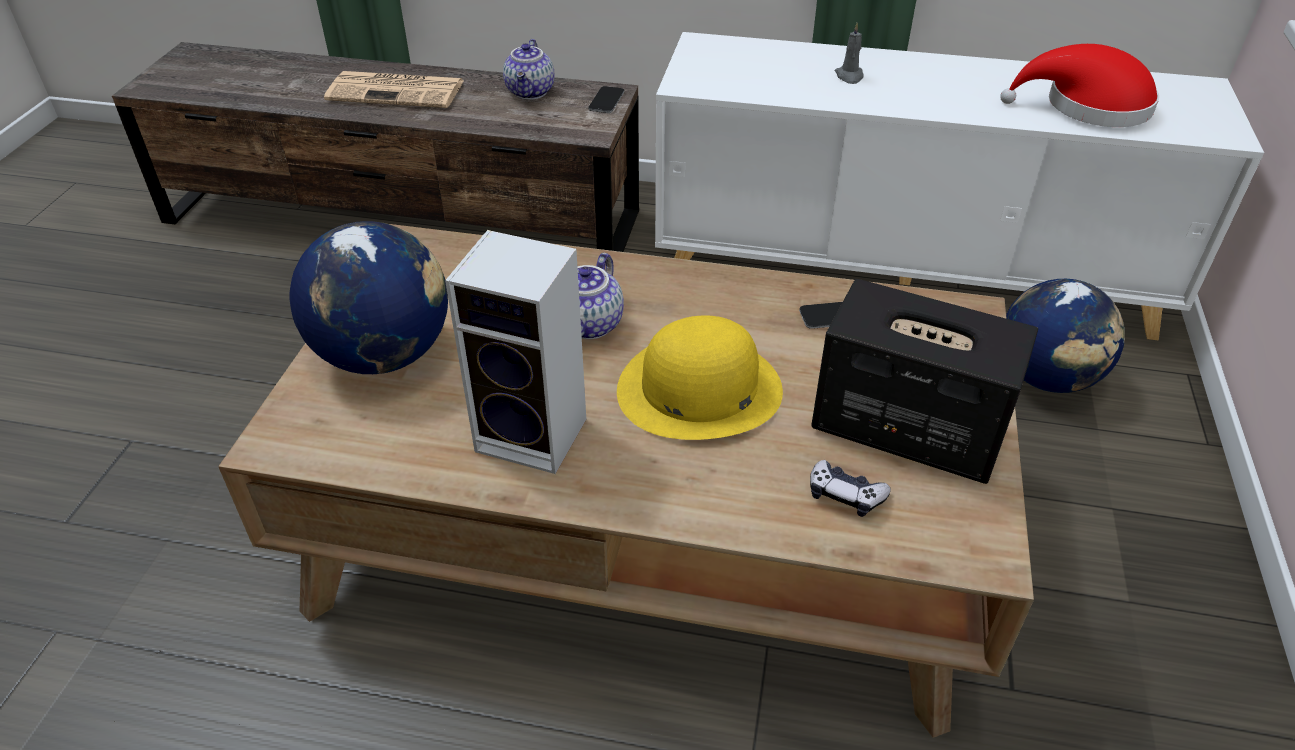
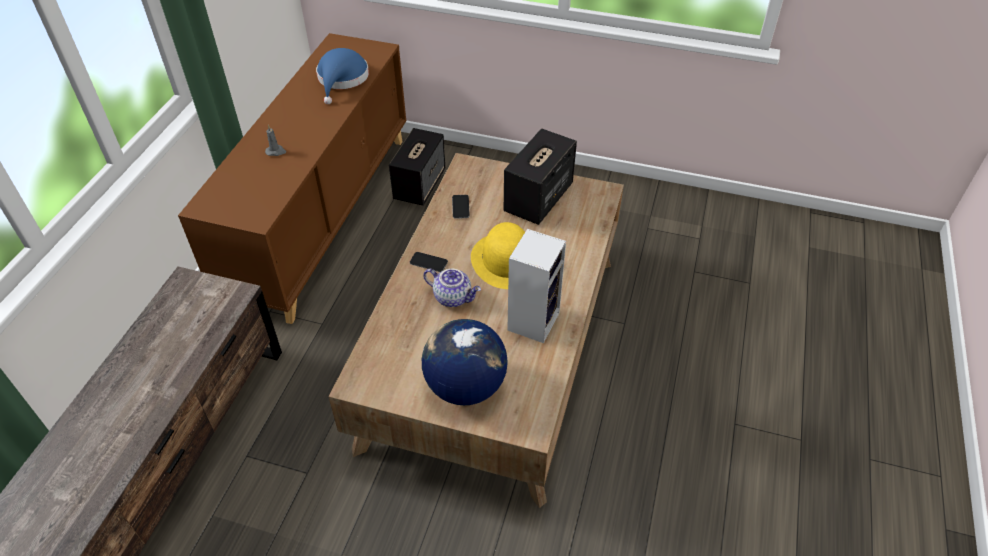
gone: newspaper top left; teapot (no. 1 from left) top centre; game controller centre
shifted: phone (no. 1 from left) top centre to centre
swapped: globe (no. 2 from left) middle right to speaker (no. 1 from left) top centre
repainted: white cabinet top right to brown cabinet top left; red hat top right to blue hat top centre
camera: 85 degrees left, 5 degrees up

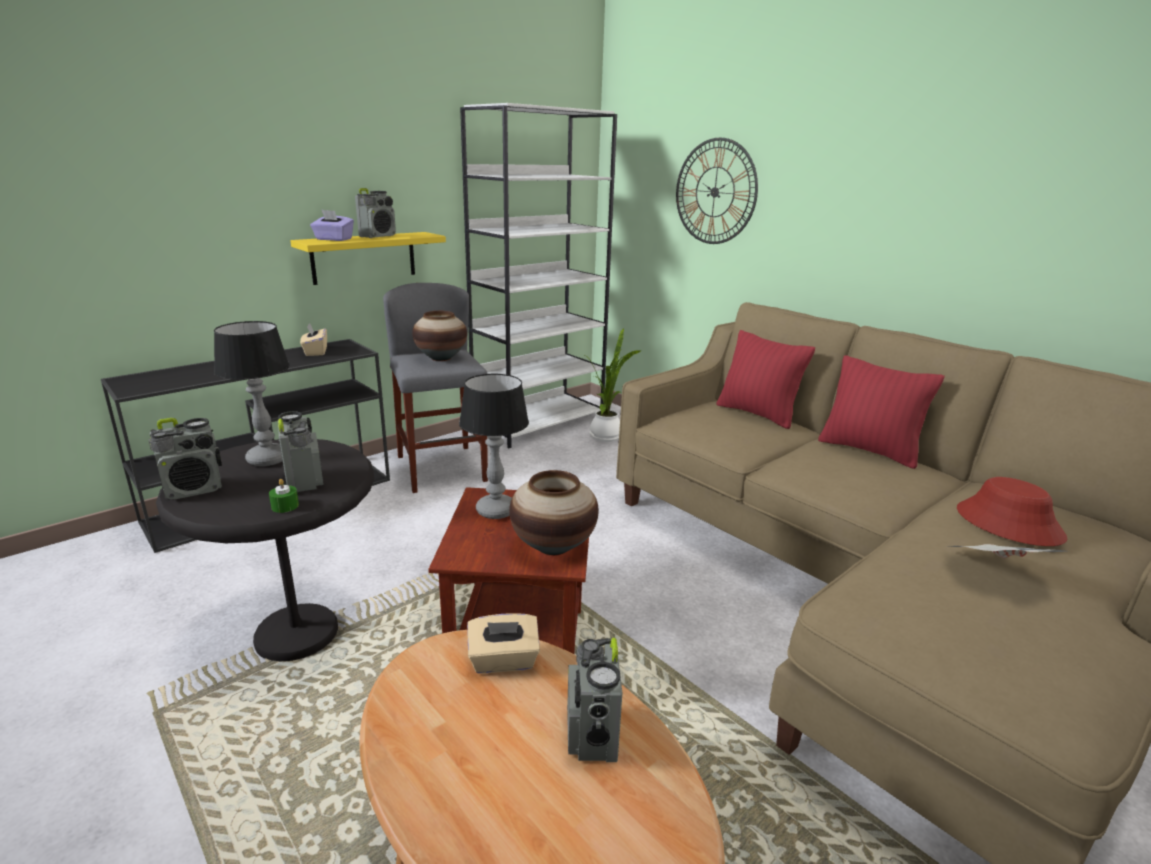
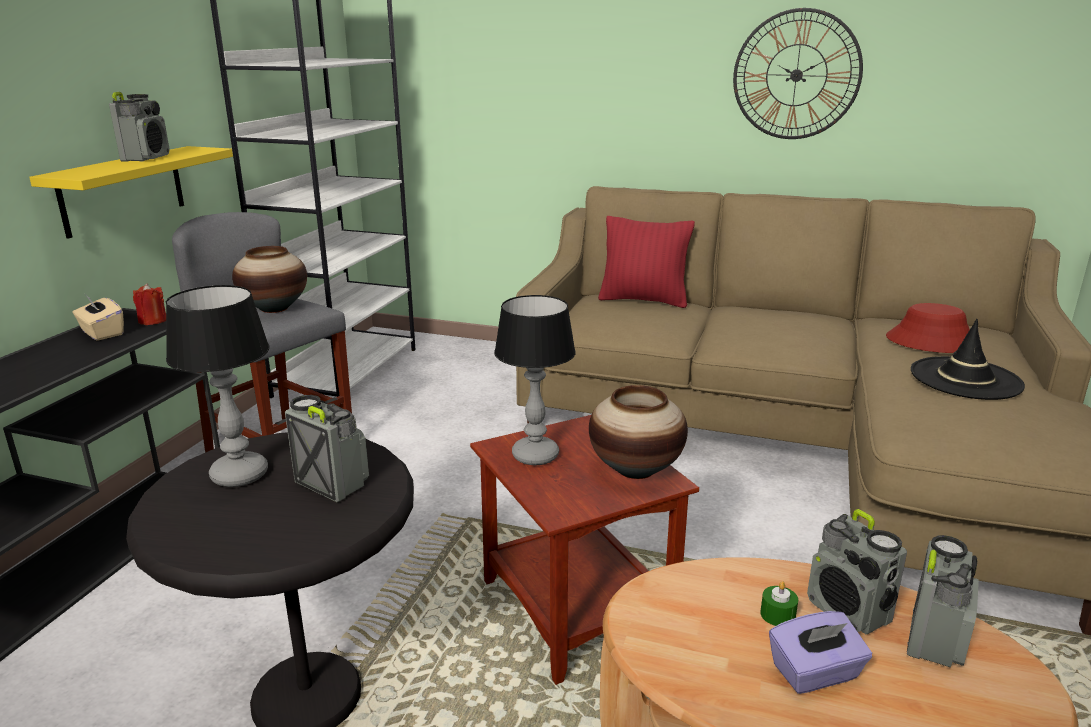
gone: beige tissue box (no. 2 from left) bottom centre; potted plant centre; red pillow (no. 2 from left) middle right
new: red candle middle left
shifted: wall clock top centre to top right; green candle middle left to bottom right; purple tissue box top left to bottom right; radio (no. 1 from left in the first image) middle left to radio (no. 4 from left) bottom right
swapped: newspaper middle right to black hat middle right
camera: 30 degrees left, 0 degrees up

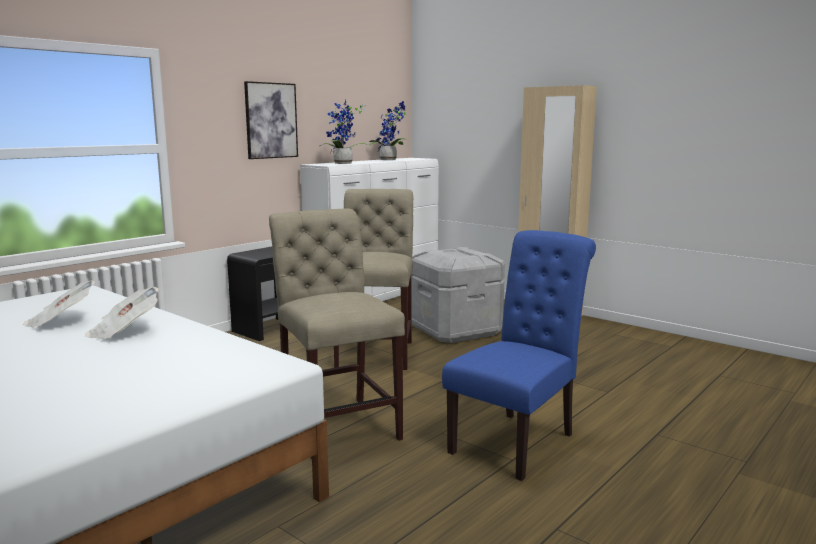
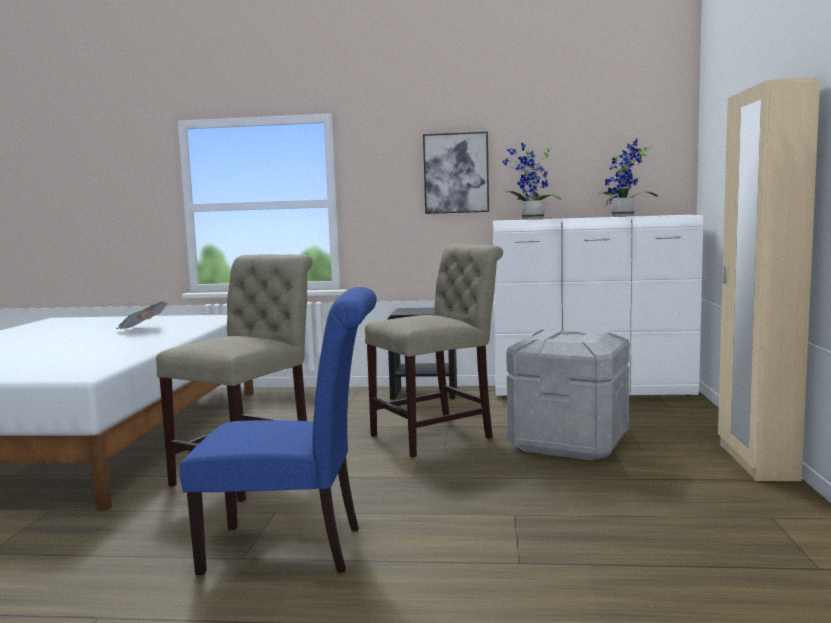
gone: newspaper (no. 2 from left) middle left
camera: 55 degrees right, 5 degrees down

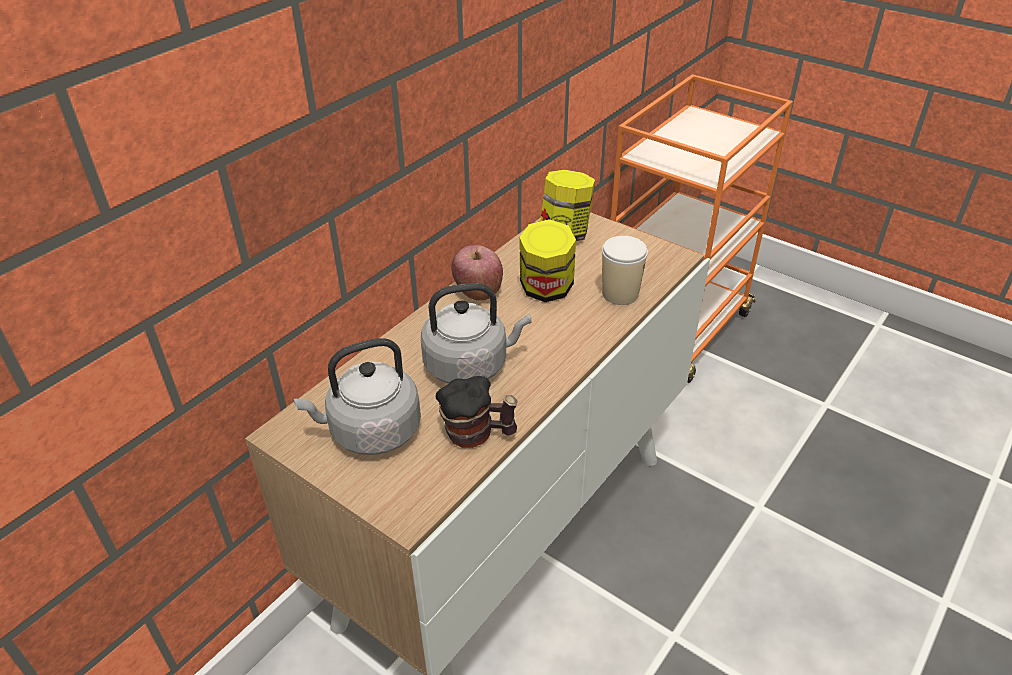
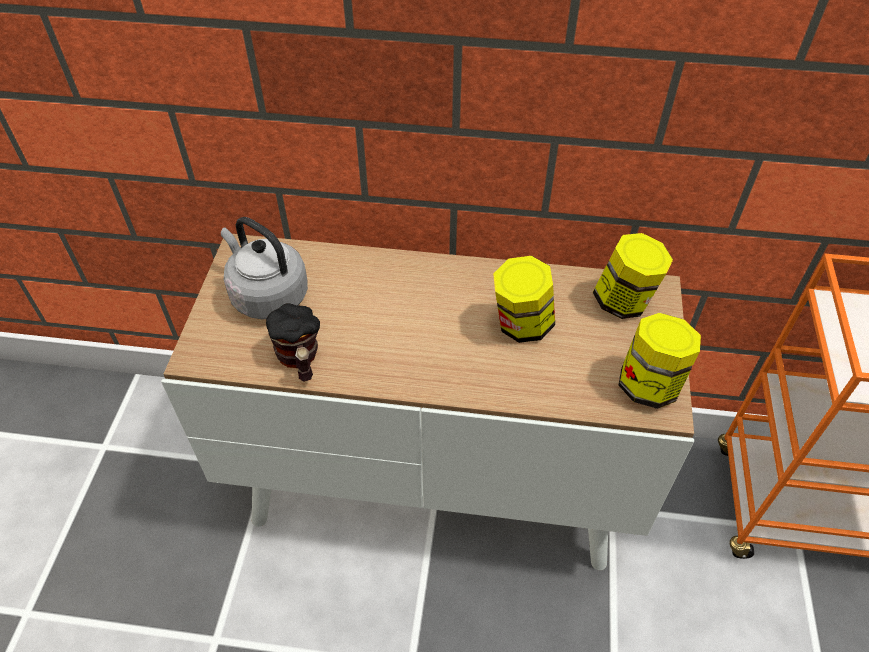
gone: grey kettle (no. 2 from left) centre; apple centre; cup centre
new: jar (no. 3 from left) middle right
camera: 60 degrees right, 10 degrees up

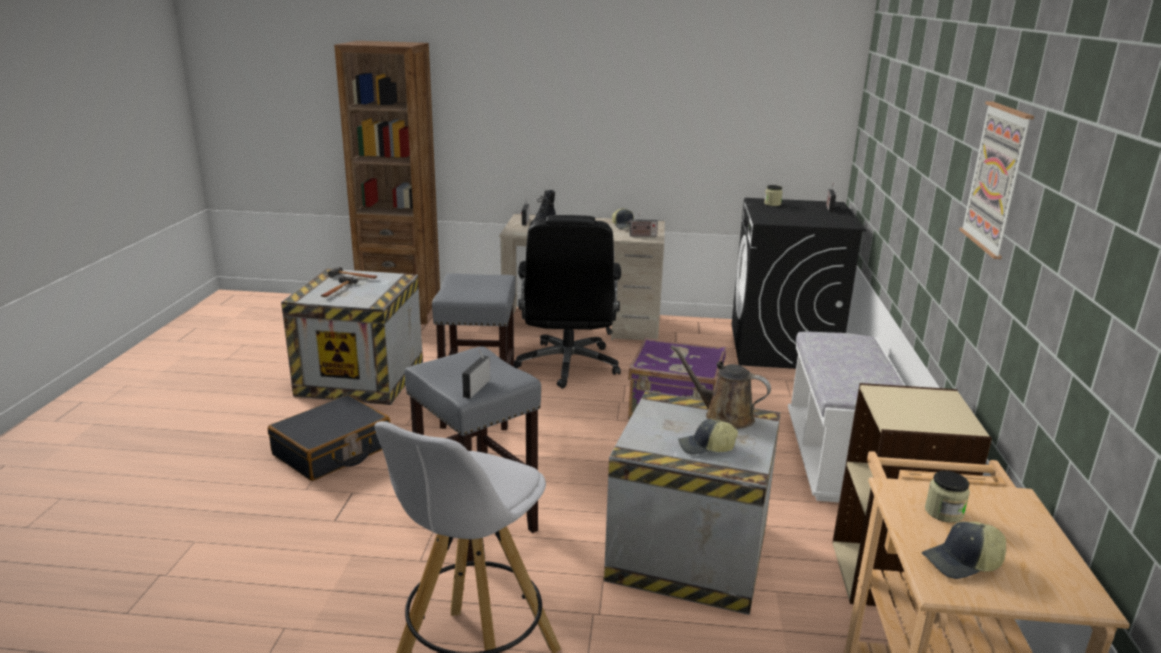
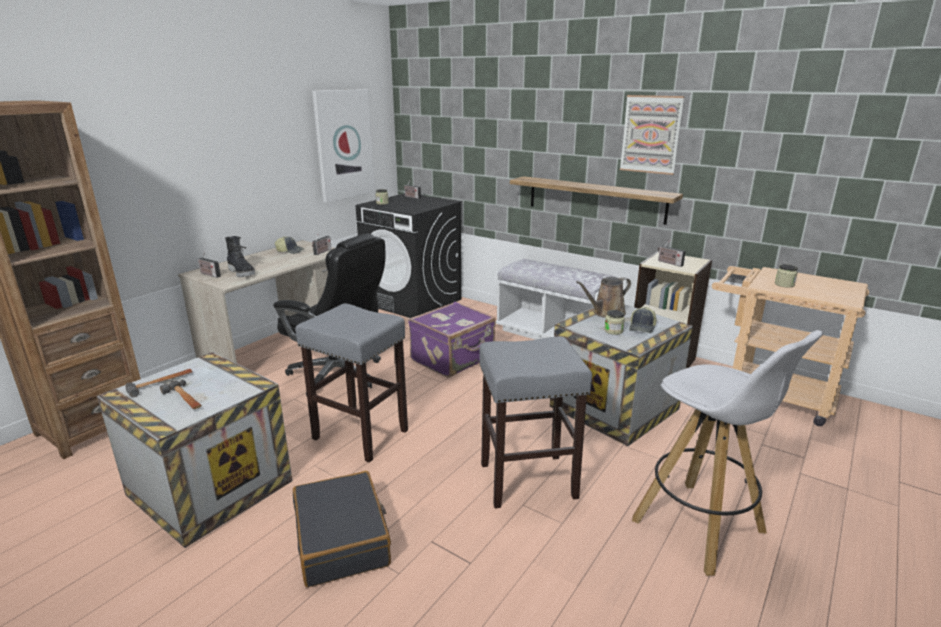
gone: cap (no. 3 from left) bottom right
new: picture (no. 1 from left) top centre; shelf top centre; jar (no. 2 from left) centre
shifted: radio (no. 1 from left in the first image) centre to radio (no. 4 from left) middle right
camera: 60 degrees left, 0 degrees up

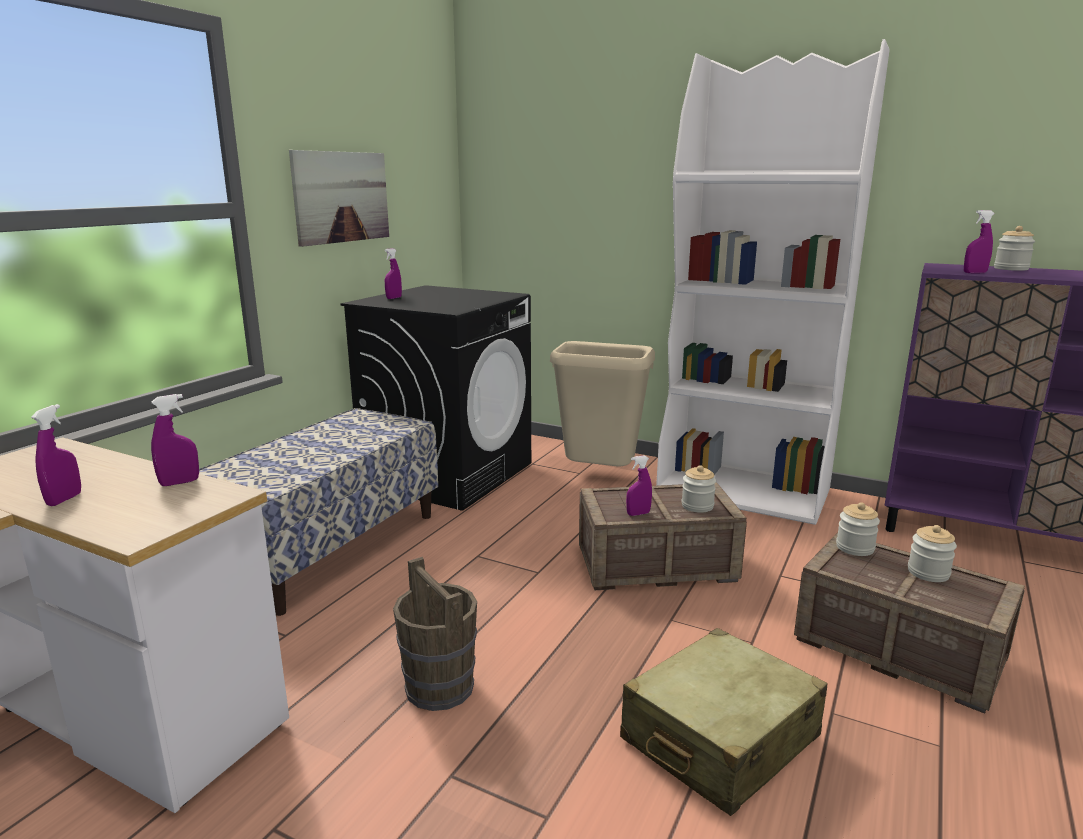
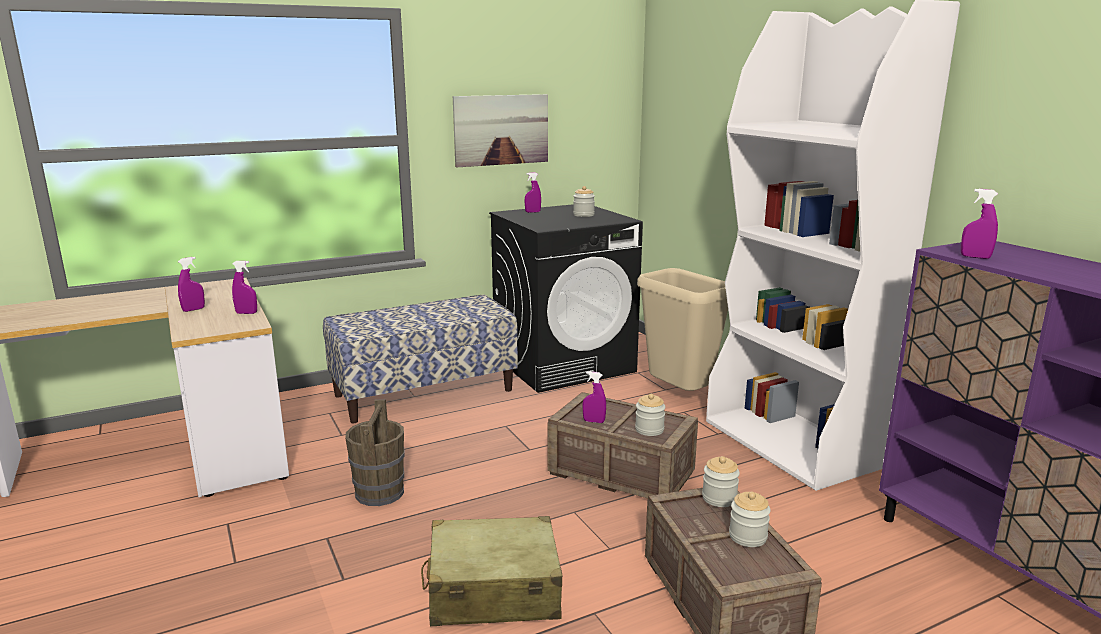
shifted: jar (no. 4 from left in the first image) top right to jar (no. 1 from left) top centre
camera: 35 degrees right, 0 degrees up

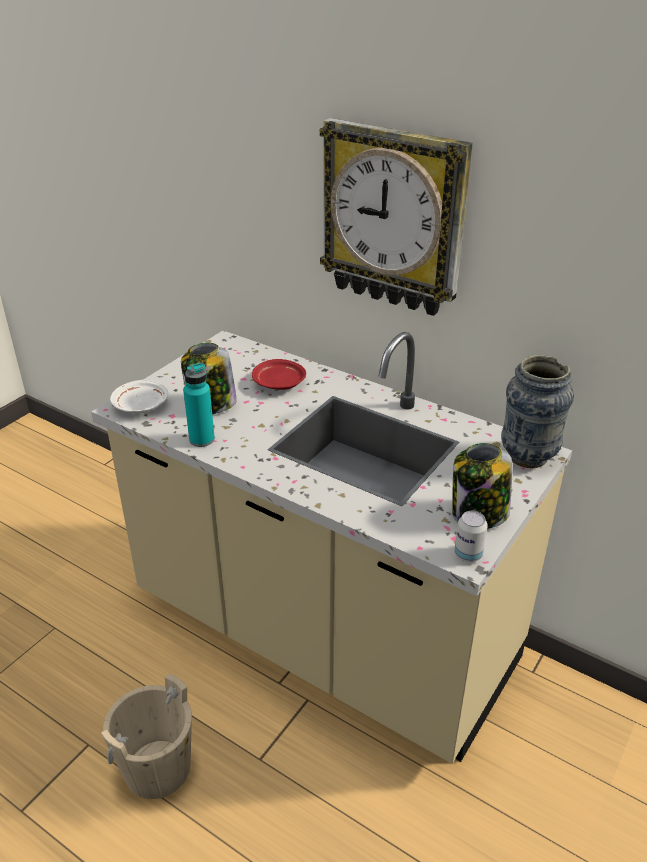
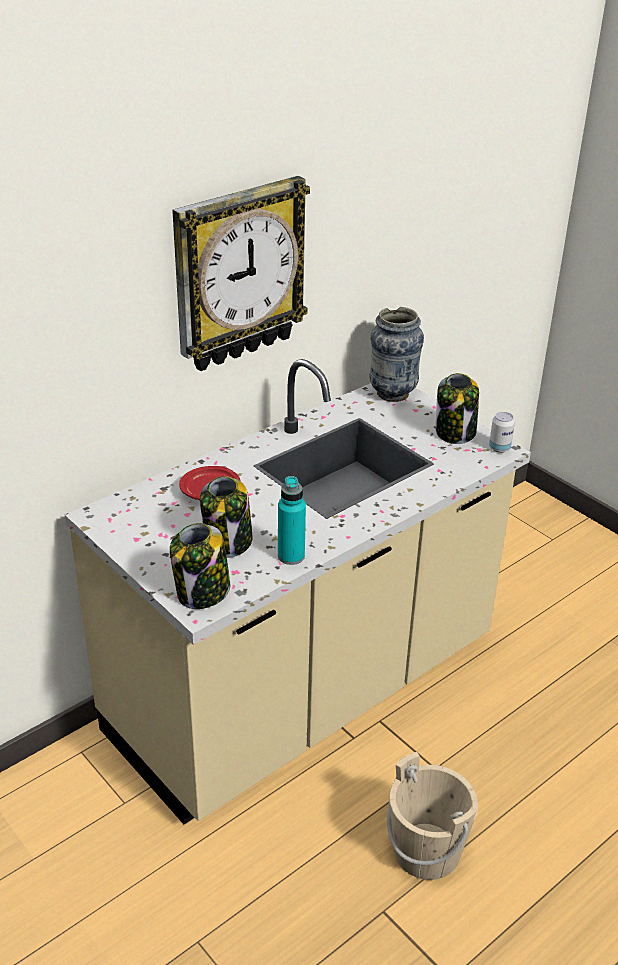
swapped: white plate middle left to jar (no. 1 from left) middle left
camera: 75 degrees left, 0 degrees up

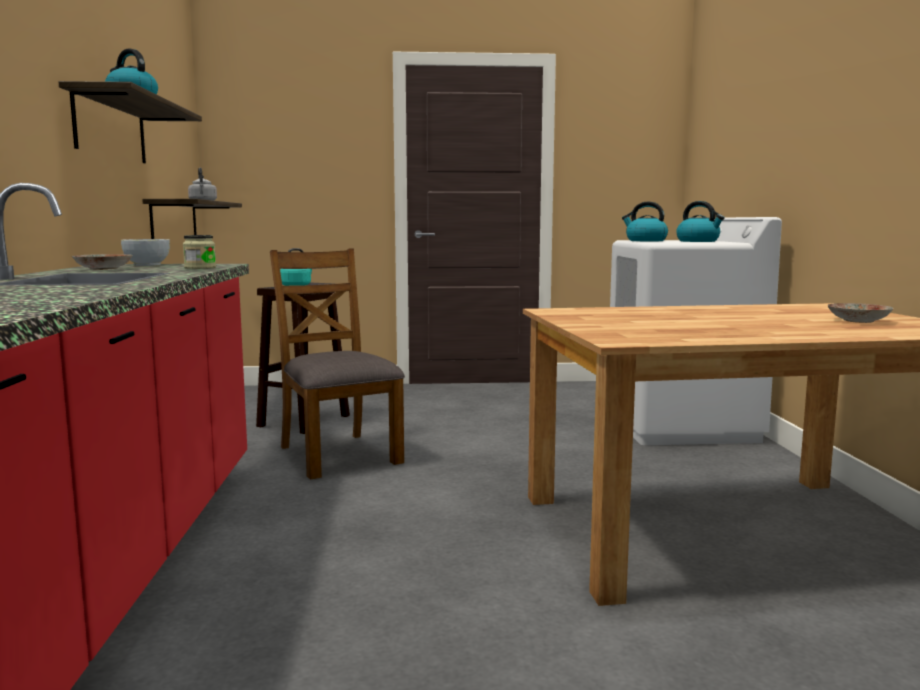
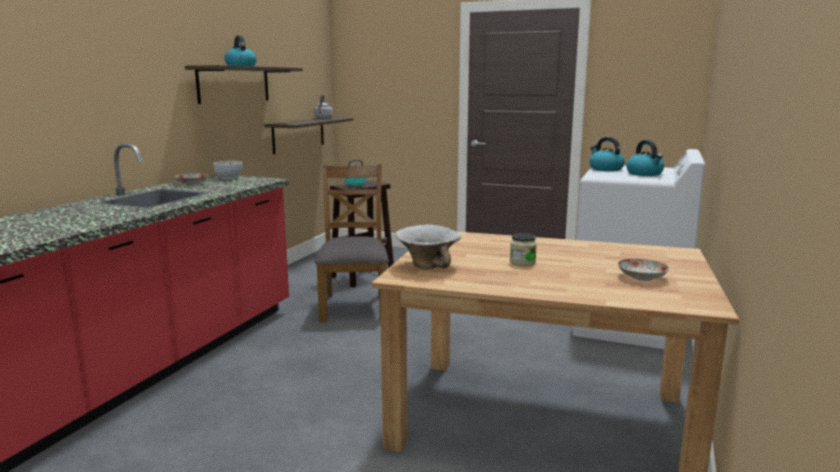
new: bowl (no. 2 from left) centre
shifted: jar middle left to centre
camera: 25 degrees right, 5 degrees up

